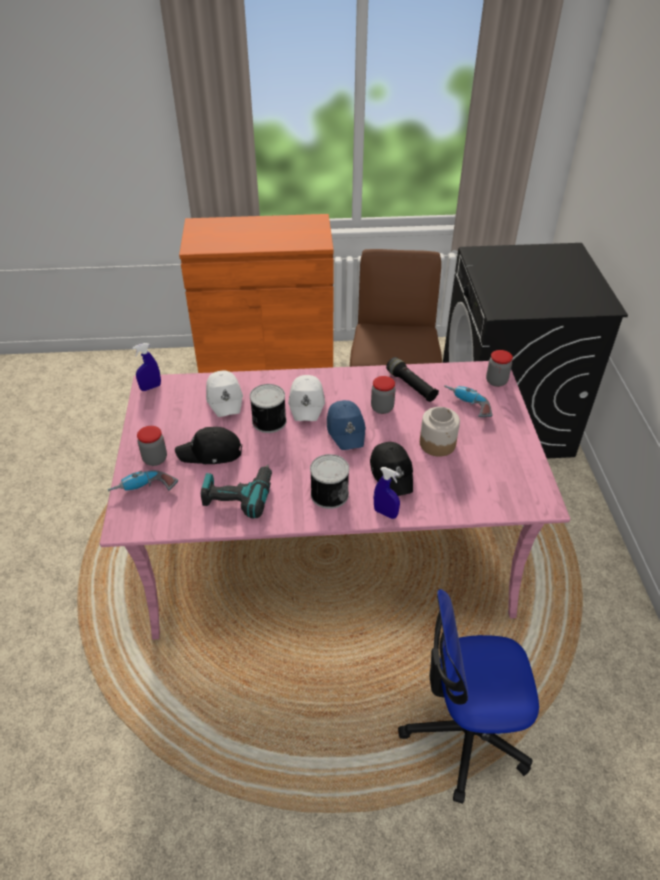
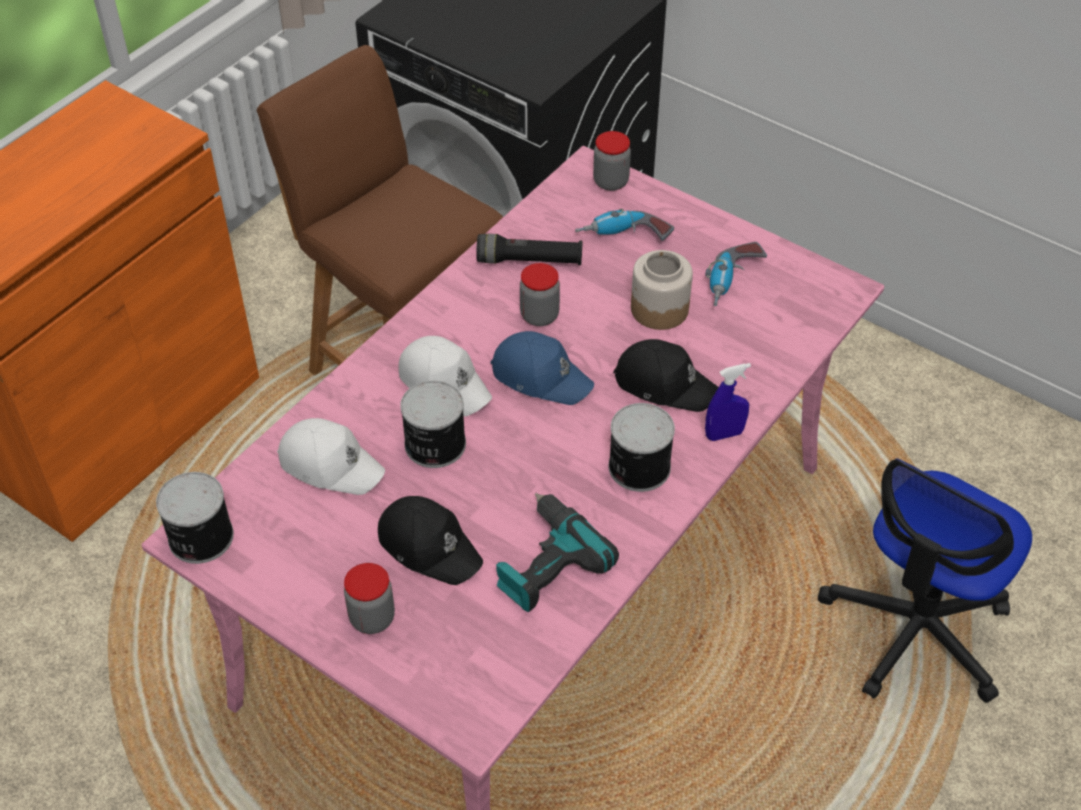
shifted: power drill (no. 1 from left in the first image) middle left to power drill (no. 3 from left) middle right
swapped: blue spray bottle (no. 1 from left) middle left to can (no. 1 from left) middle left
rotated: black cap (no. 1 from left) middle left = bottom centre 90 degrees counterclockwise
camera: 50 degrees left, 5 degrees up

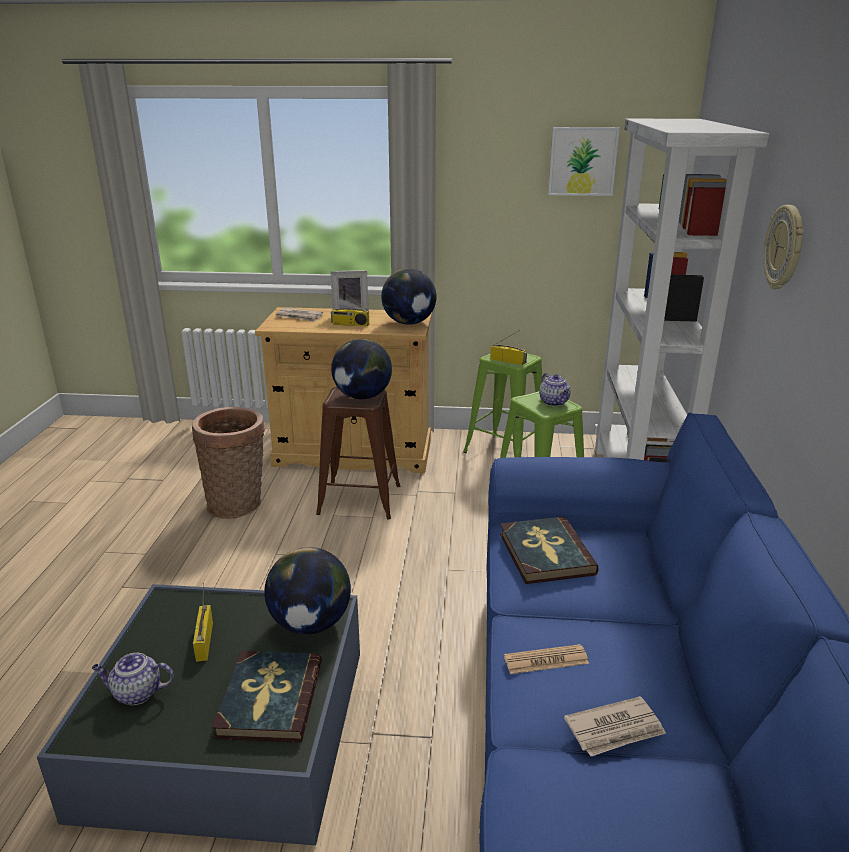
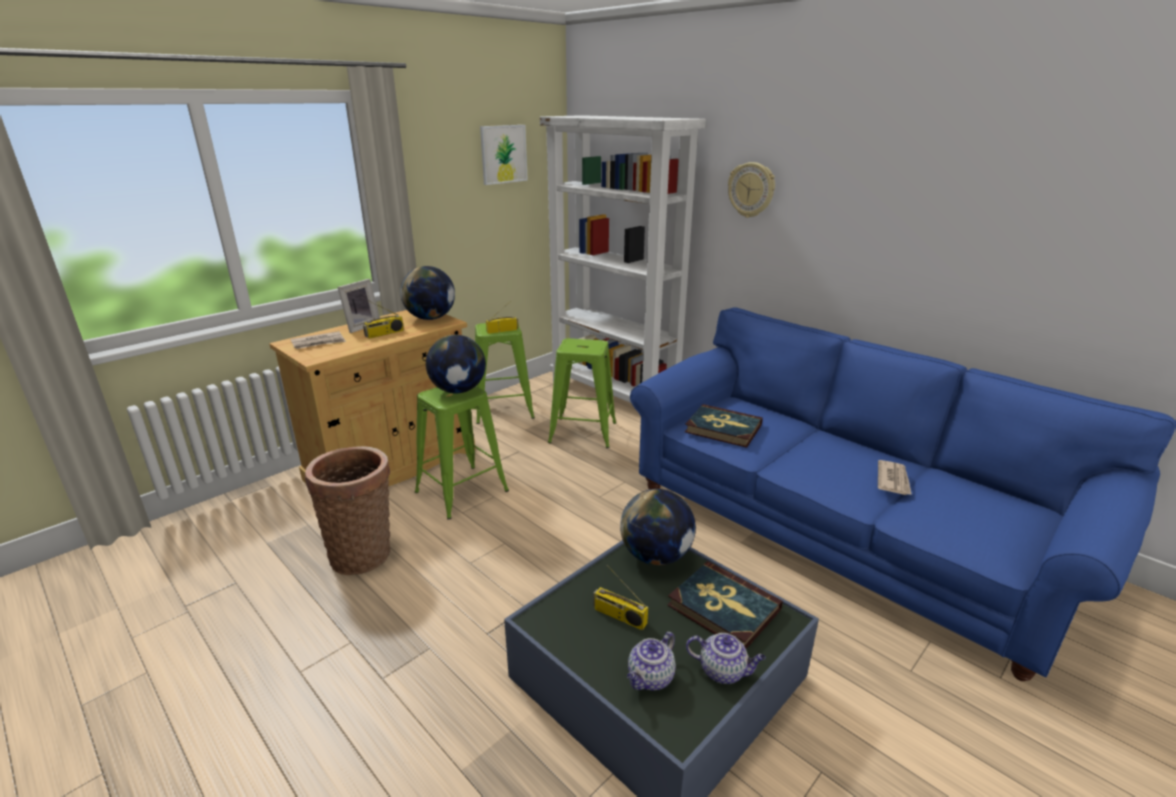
gone: newspaper (no. 2 from left) bottom centre
shifted: teapot (no. 2 from left) centre to bottom centre
repainted: brown stool centre to green stool (no. 1 from left) centre
camera: 50 degrees left, 0 degrees up

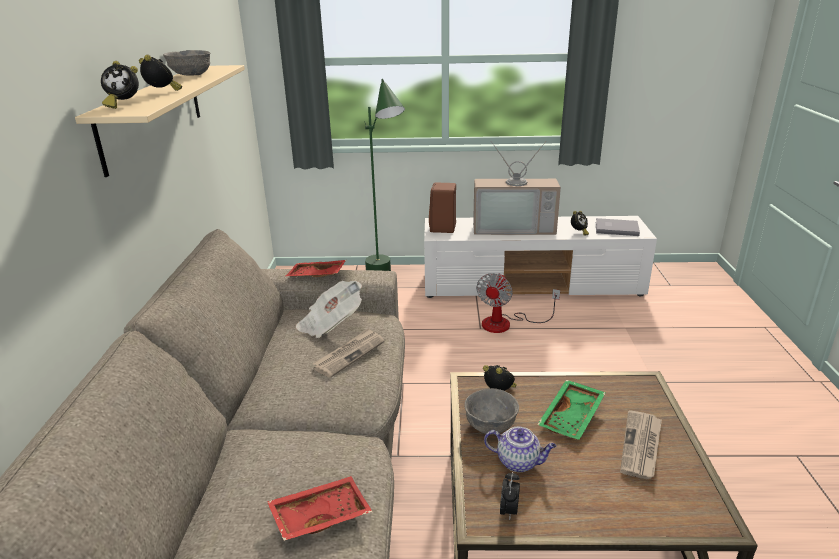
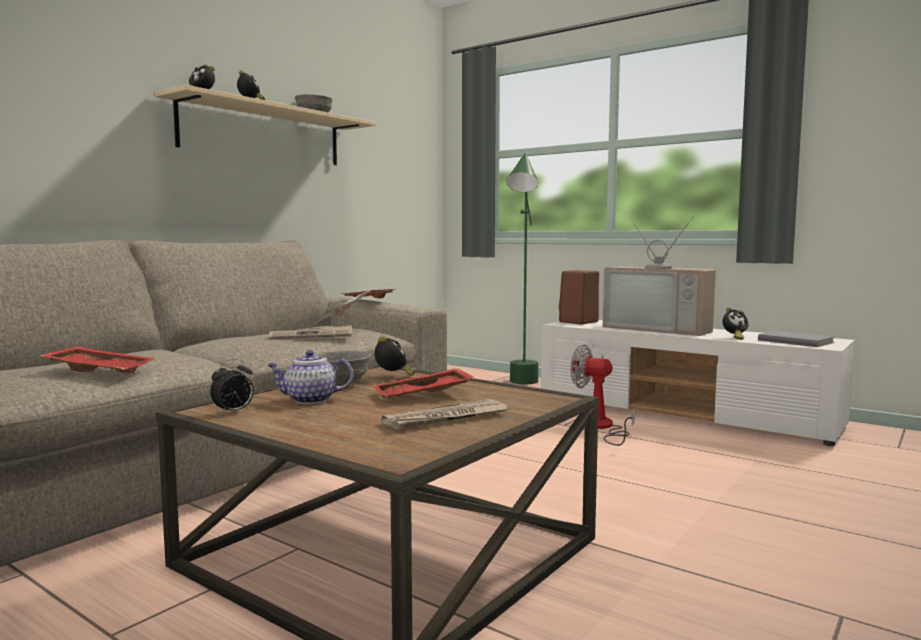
repainted: green tray bottom right to red tray (no. 3 from left) centre
rotated: teapot bottom centre = centre 120 degrees clockwise; fan centre = centre 60 degrees clockwise
camera: 35 degrees right, 20 degrees down

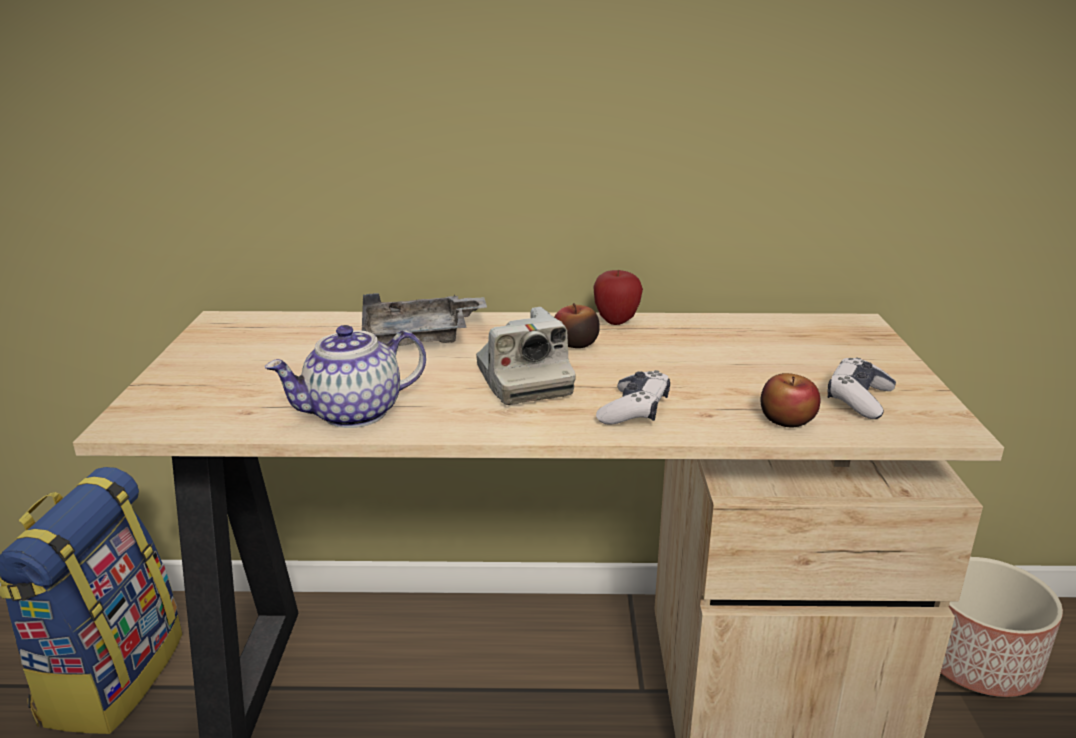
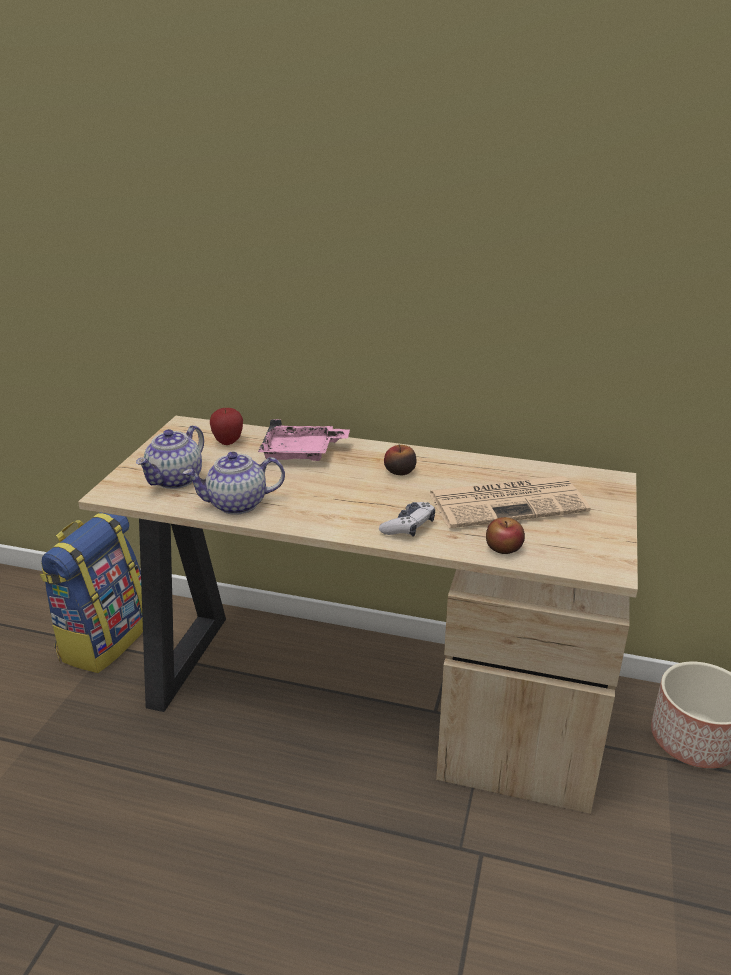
gone: photo camera centre; game controller (no. 2 from left) middle right
new: teapot (no. 1 from left) middle left; newspaper middle right
shifted: apple (no. 2 from left in the first image) centre to apple (no. 1 from left) middle left
repainted: grey tray centre to pink tray centre
camera: 15 degrees right, 5 degrees up

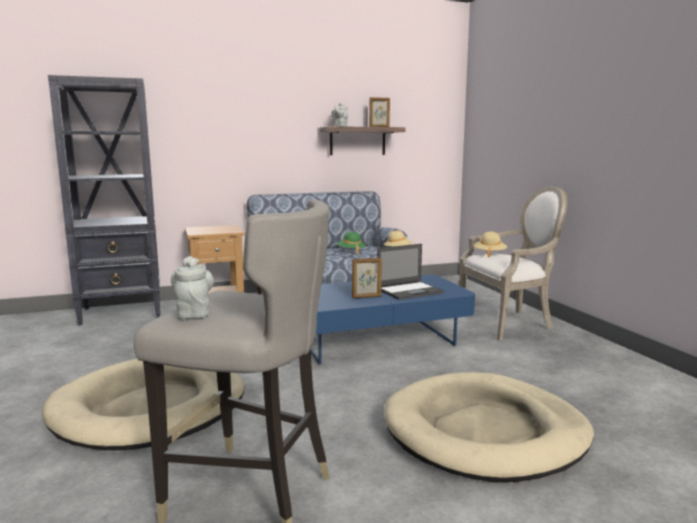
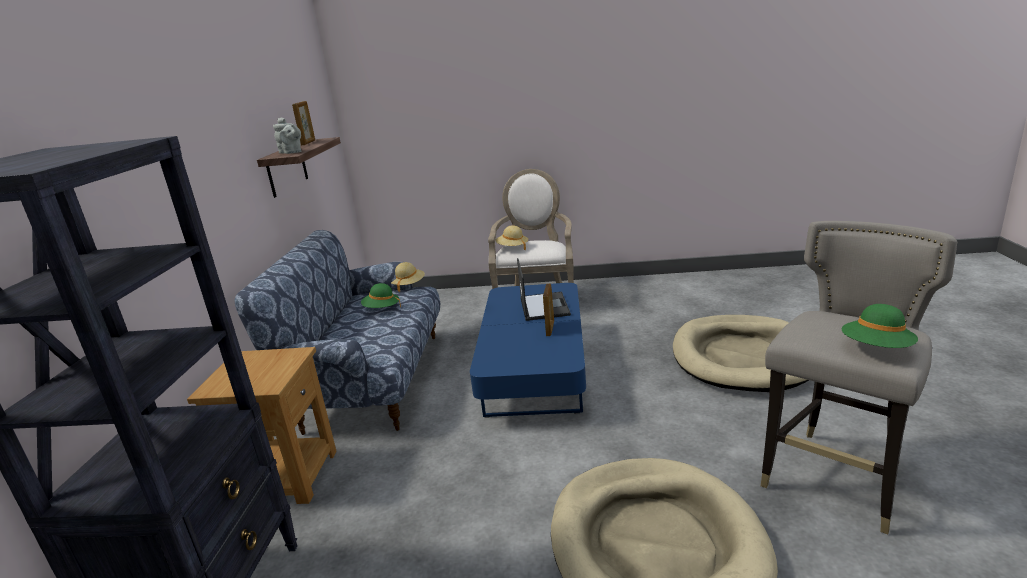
swapped: grey teapot (no. 1 from left) middle left to green hat (no. 2 from left) middle right
camera: 65 degrees left, 10 degrees up

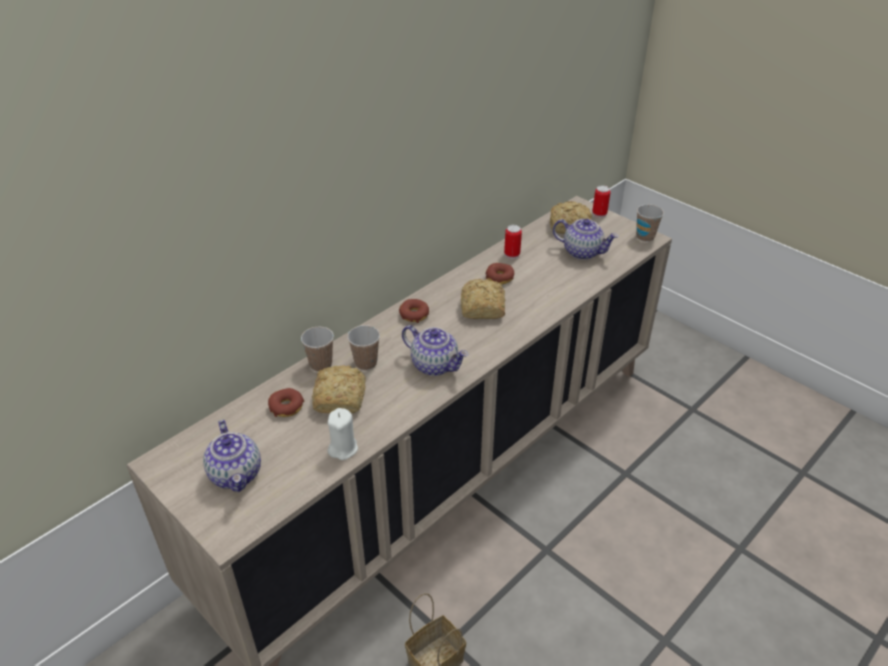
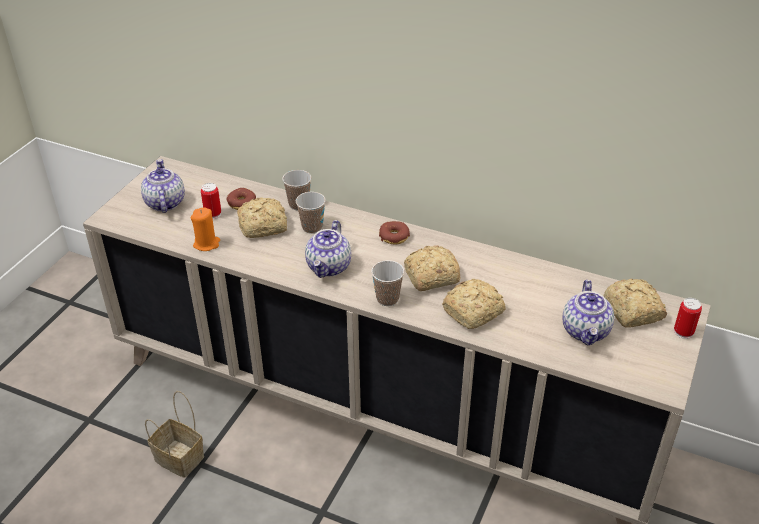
gone: donut (no. 3 from left) centre
new: bread (no. 3 from left) centre
shifted: can (no. 1 from left) centre to middle left; cup (no. 3 from left) middle right to centre
repainted: white candle centre to orange candle middle left
rotated: teapot (no. 1 from left) bottom left = middle left 120 degrees clockwise
camera: 70 degrees right, 0 degrees up

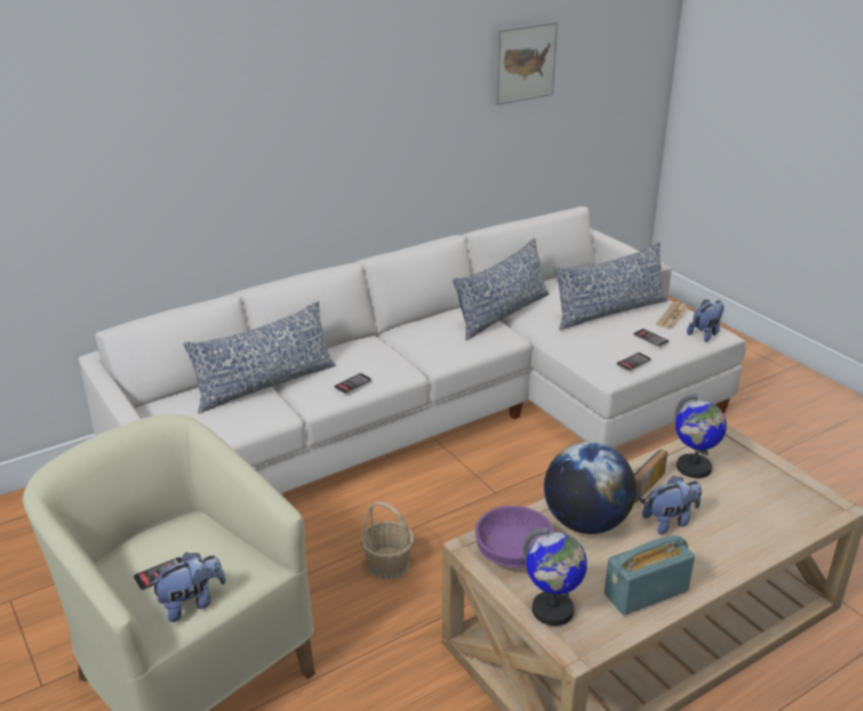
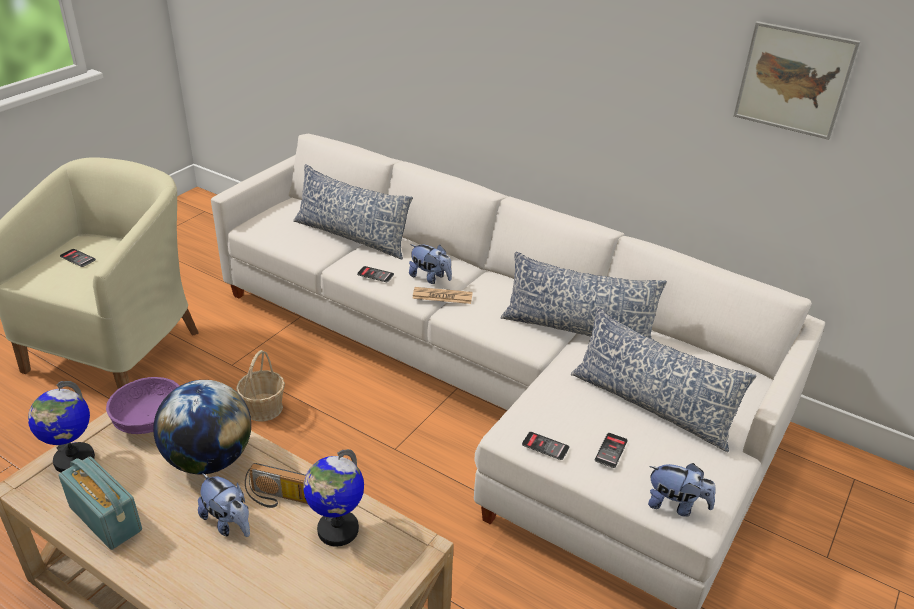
shifted: plush toy (no. 1 from left in the first image) bottom left to plush toy (no. 2 from left) centre; newspaper middle right to centre
camera: 65 degrees right, 5 degrees up

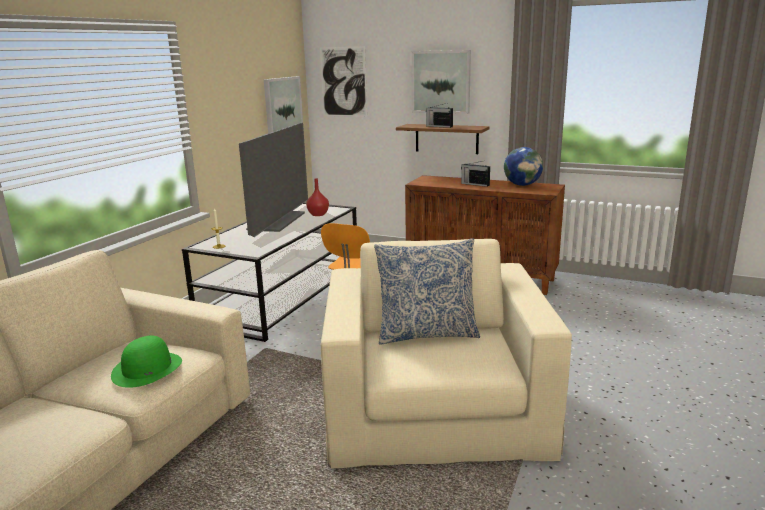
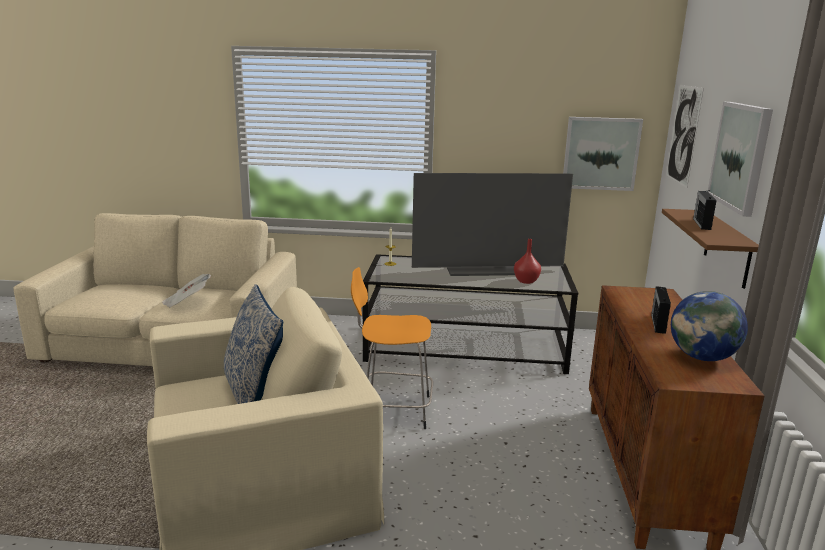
swapped: green hat bottom left to newspaper middle left
camera: 70 degrees right, 0 degrees up

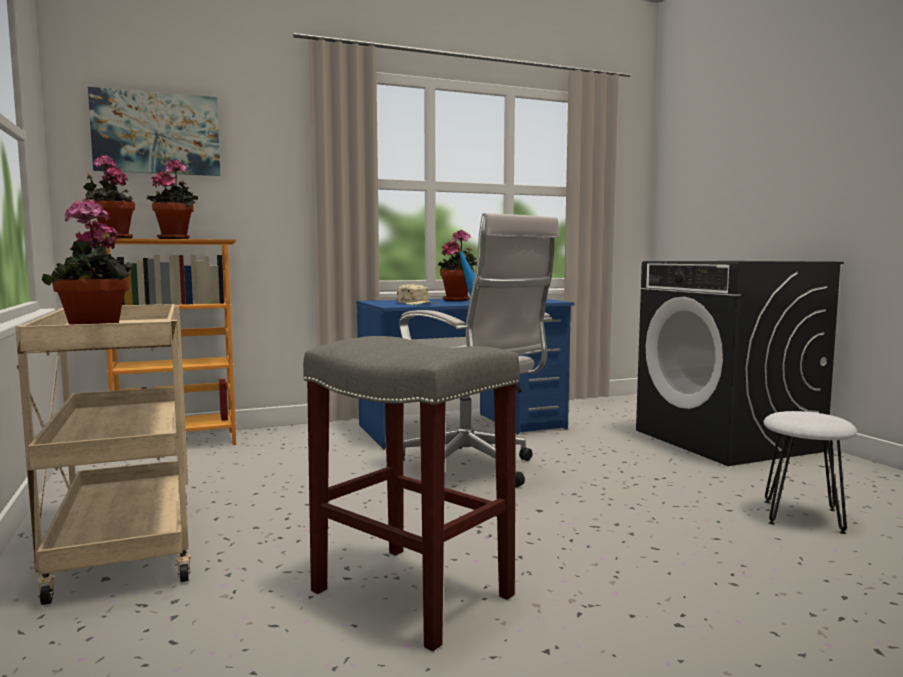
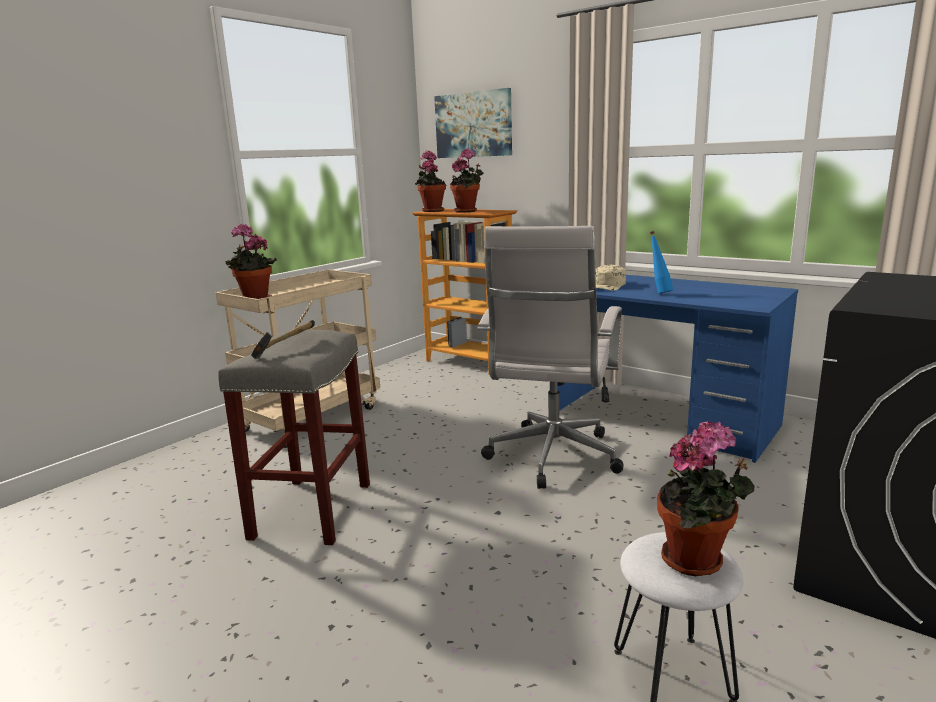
new: hammer middle left
shifted: potted plant (no. 4 from left) centre to bottom right
camera: 60 degrees right, 10 degrees up

